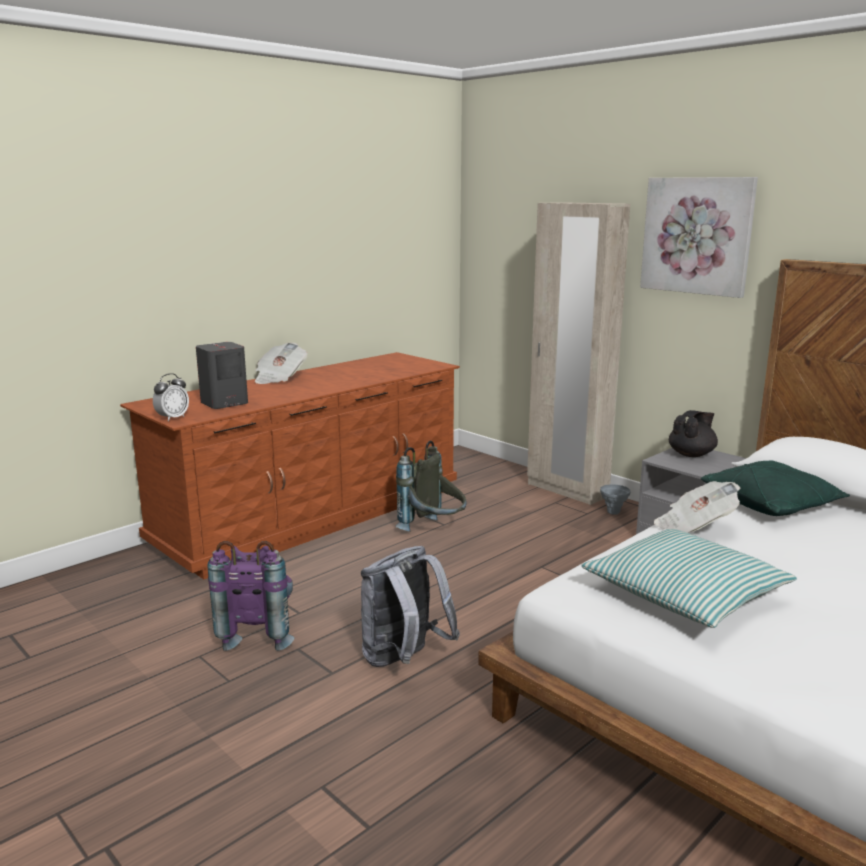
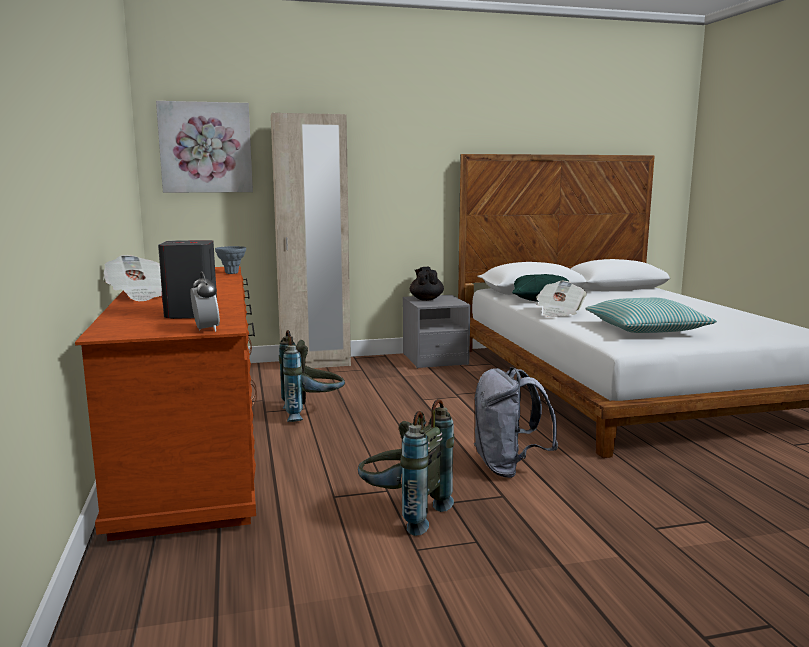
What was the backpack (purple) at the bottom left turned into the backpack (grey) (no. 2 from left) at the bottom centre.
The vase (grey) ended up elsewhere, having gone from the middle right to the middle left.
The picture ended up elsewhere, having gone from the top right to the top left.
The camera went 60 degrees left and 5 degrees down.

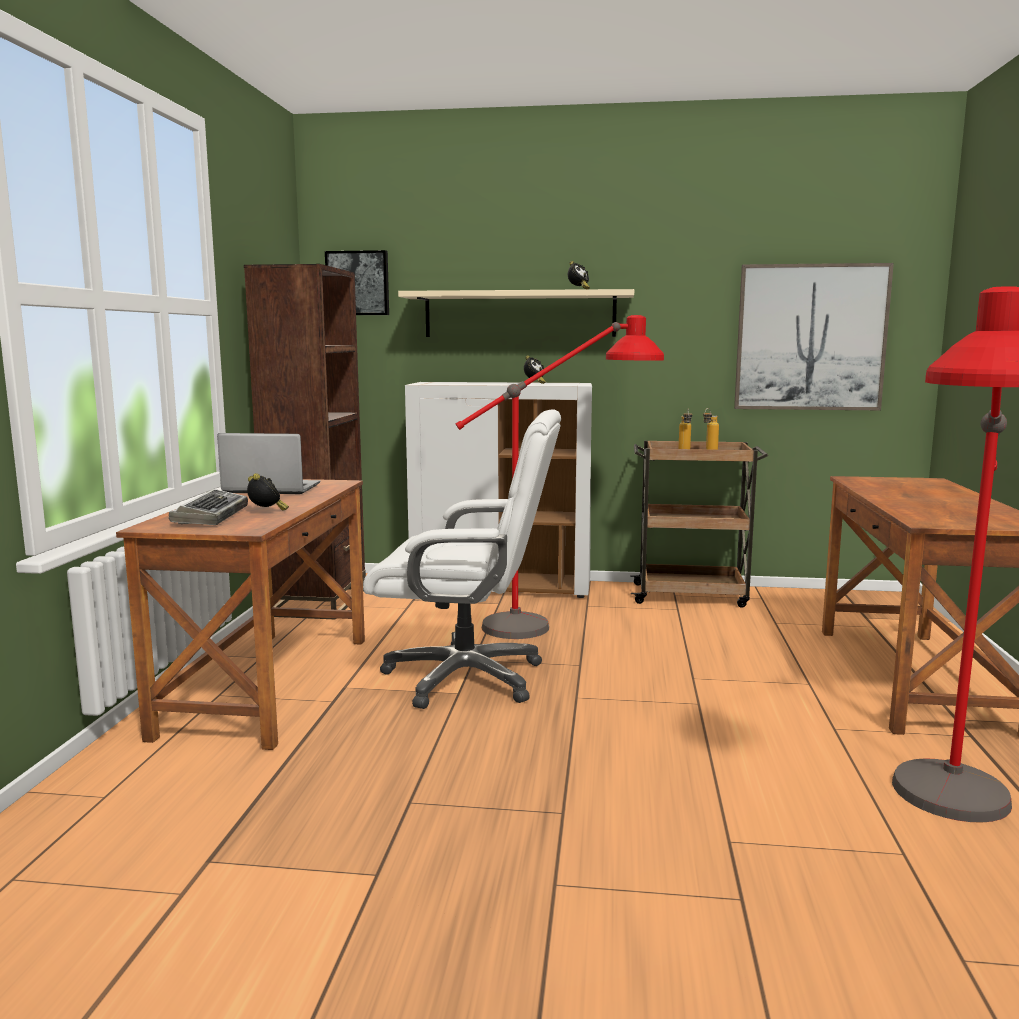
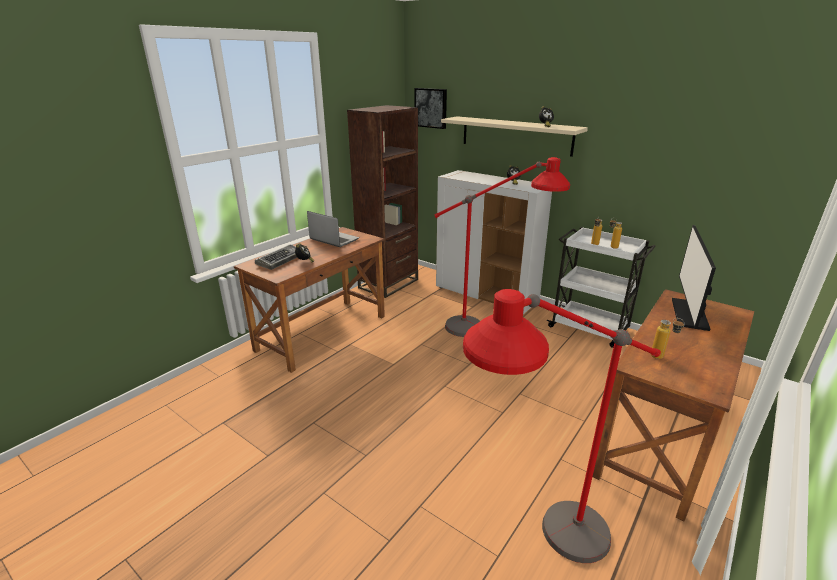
The second view lost the office chair (white) at the centre.
What was the cart (brown) at the middle right turned into the cart (white) at the middle right.
The second view lost the picture (no. 2 from left) at the top right.
The second view gained the bottle (no. 3 from left) at the middle right.
The second view gained the monitor at the middle right.
The camera went 30 degrees right and 15 degrees up.

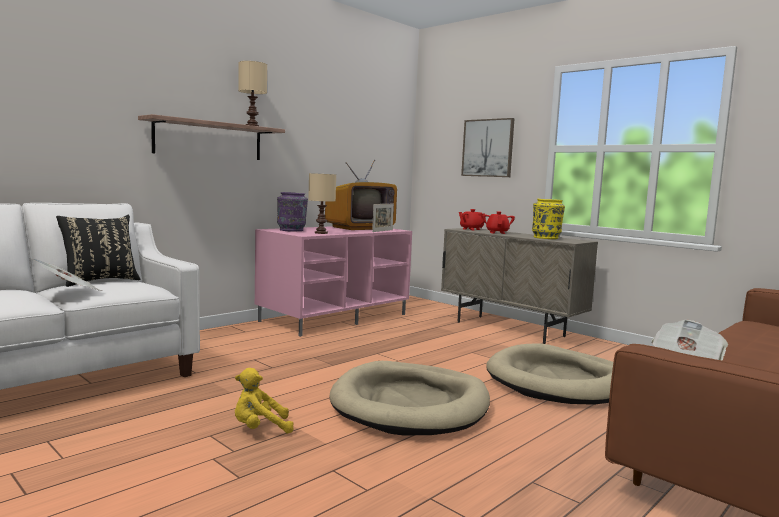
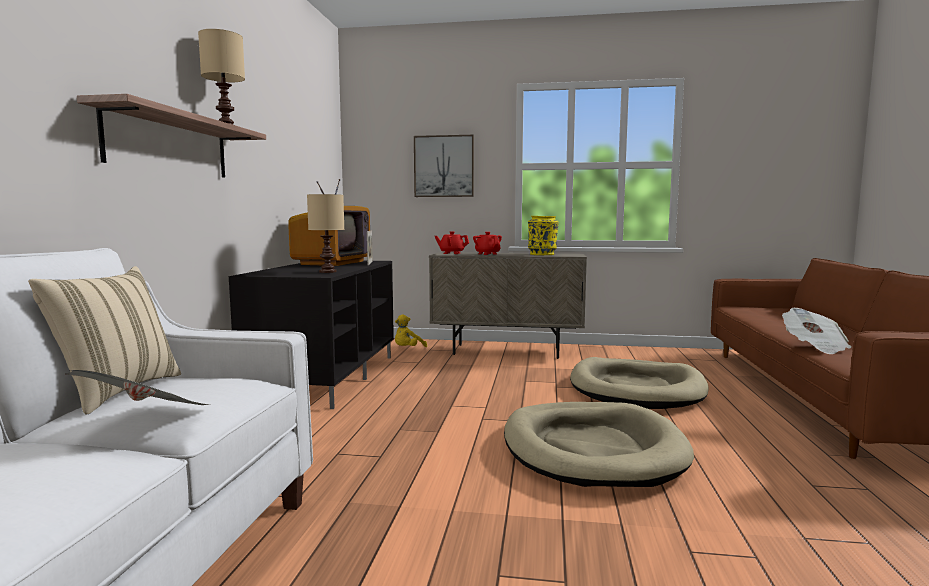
What was the pillow (black) at the middle left turned into the pillow (beige) at the middle left.
The plush toy (yellow) ended up elsewhere, having gone from the bottom centre to the centre.
What was the tv stand (pink) at the centre turned into the tv stand (black) at the centre.
The second view lost the vase (purple) at the centre.
The camera went 35 degrees left and 0 degrees up.

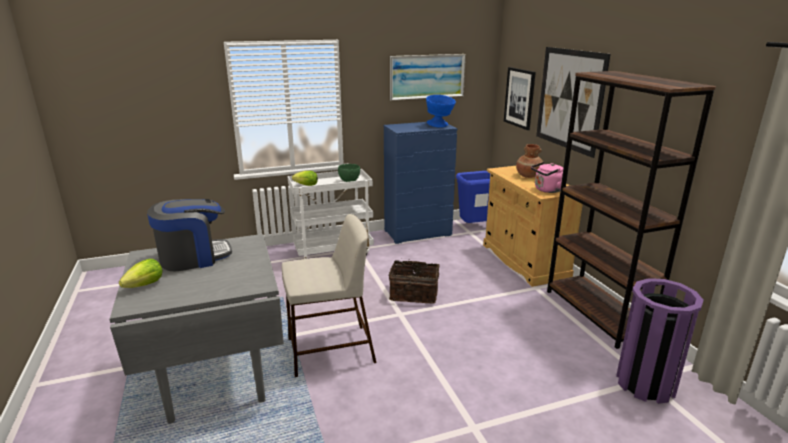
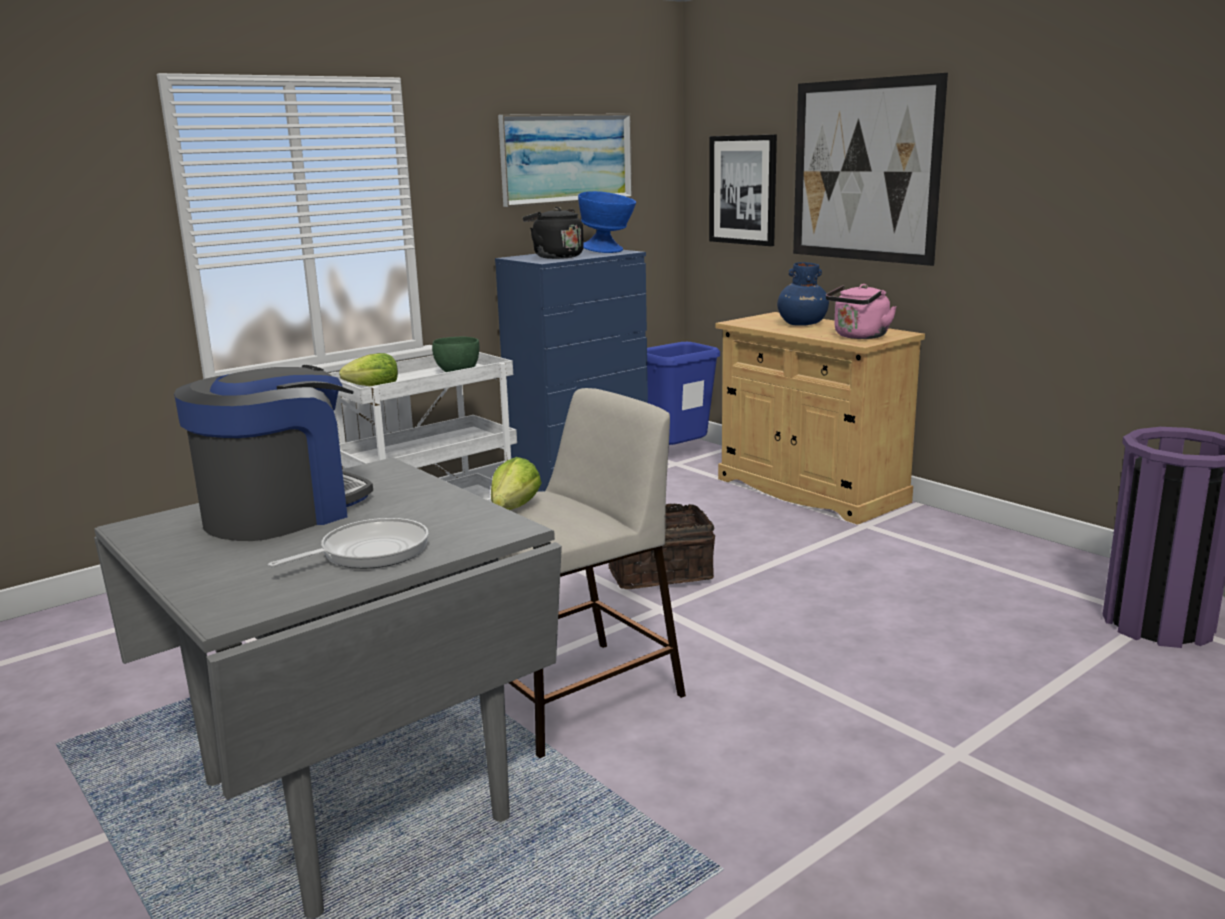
The lettuce (no. 1 from left in the first image) ended up elsewhere, having gone from the middle left to the centre.
What was the vase (brown) at the middle right turned into the vase (blue) at the top centre.
The second view lost the bookcase (brown) at the middle right.
The second view gained the frying pan at the middle left.
The second view gained the kettle (black) at the top centre.
The camera went 20 degrees left and 5 degrees down.

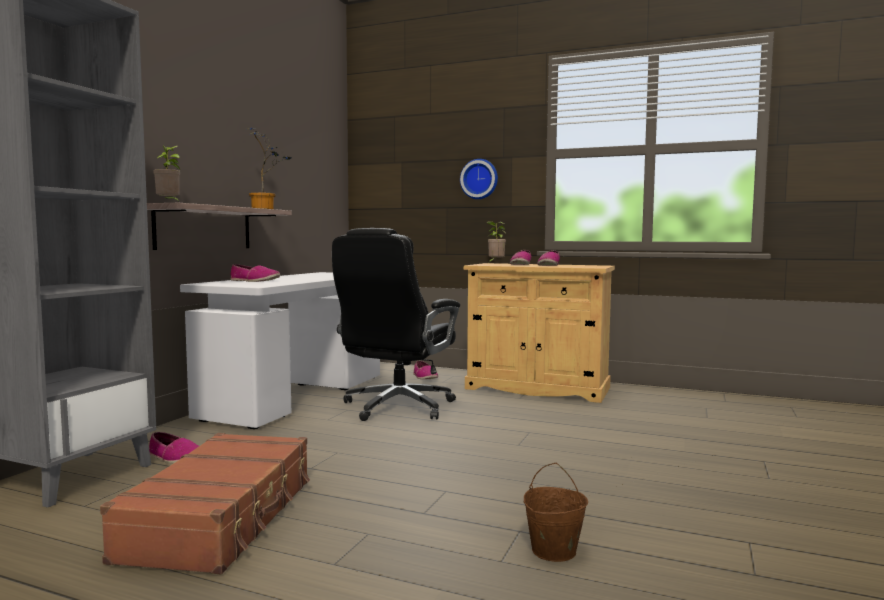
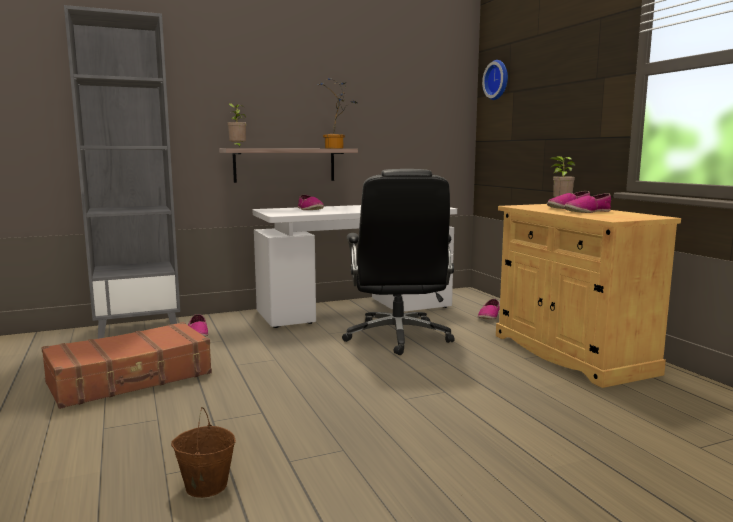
The office chair (black) at the centre ended up facing another way, 75 degrees counterclockwise from before.
The wall clock ended up elsewhere, having gone from the top centre to the top right.
The camera went 45 degrees right and 5 degrees up.

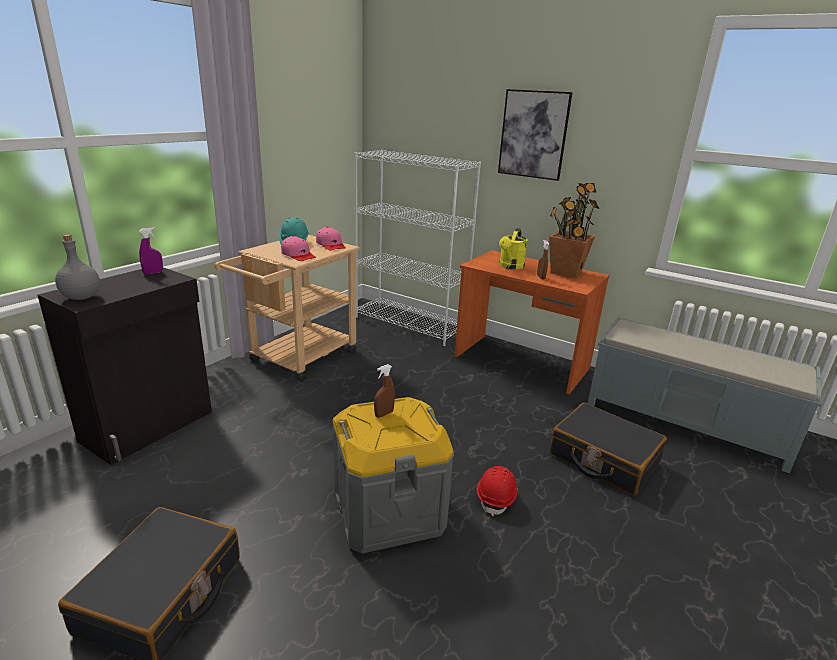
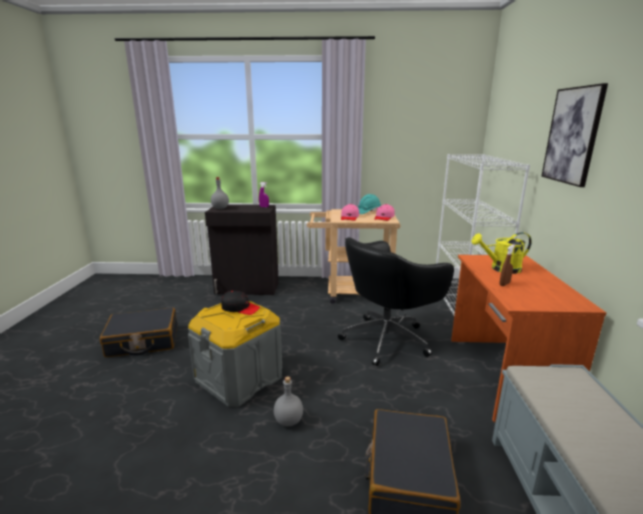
Where the spray bottle (brown) (no. 1 from left) stood at the centre, the cap (black) came to stand at the centre.
Where the hard hat (red) stood at the bottom centre, the bottle (grey) (no. 2 from left) came to stand at the bottom centre.
The second view lost the potted plant at the middle right.
The second view gained the office chair (black) at the centre.
The camera went 60 degrees right and 5 degrees down.

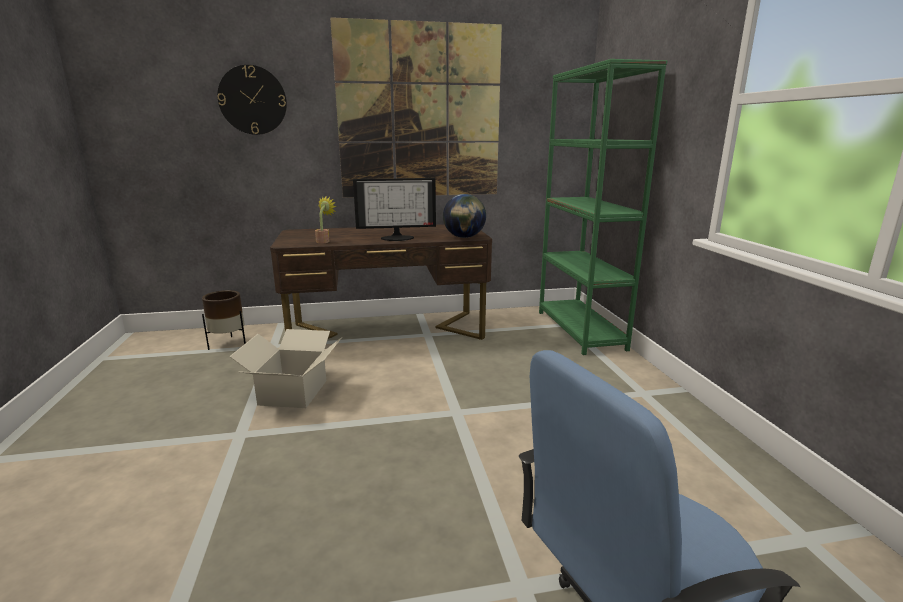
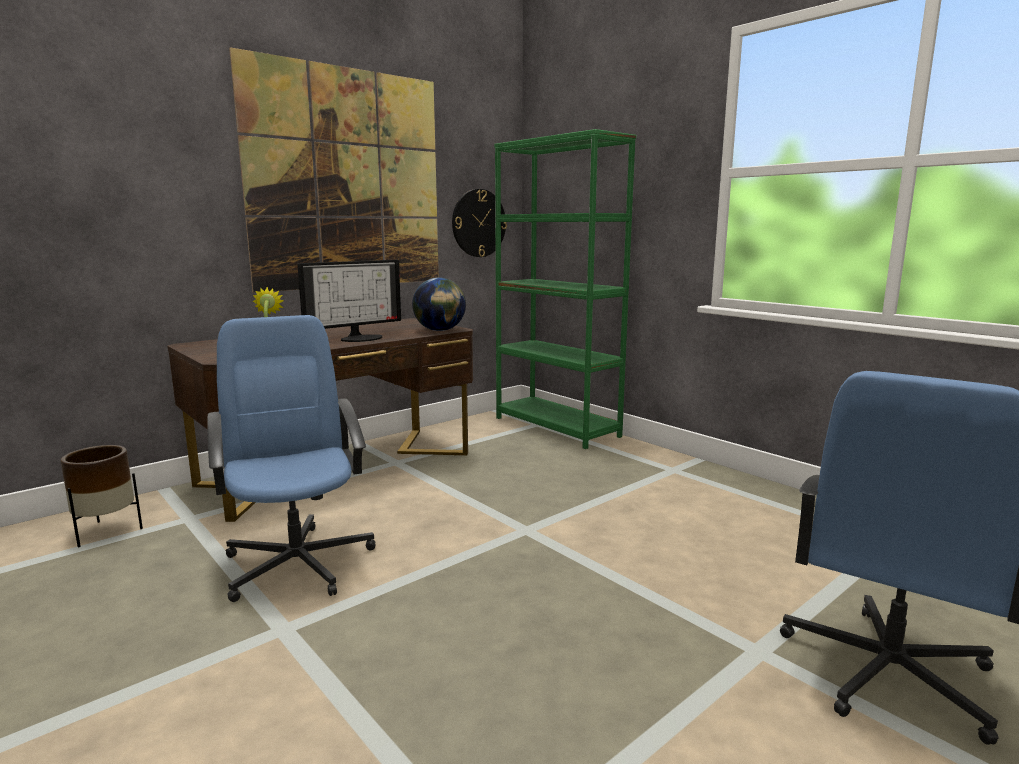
The wall clock ended up elsewhere, having gone from the top left to the top centre.
Where the cardboard box stood at the middle left, the office chair (blue) (no. 1 from left) came to stand at the middle left.
The camera went 30 degrees left and 5 degrees down.

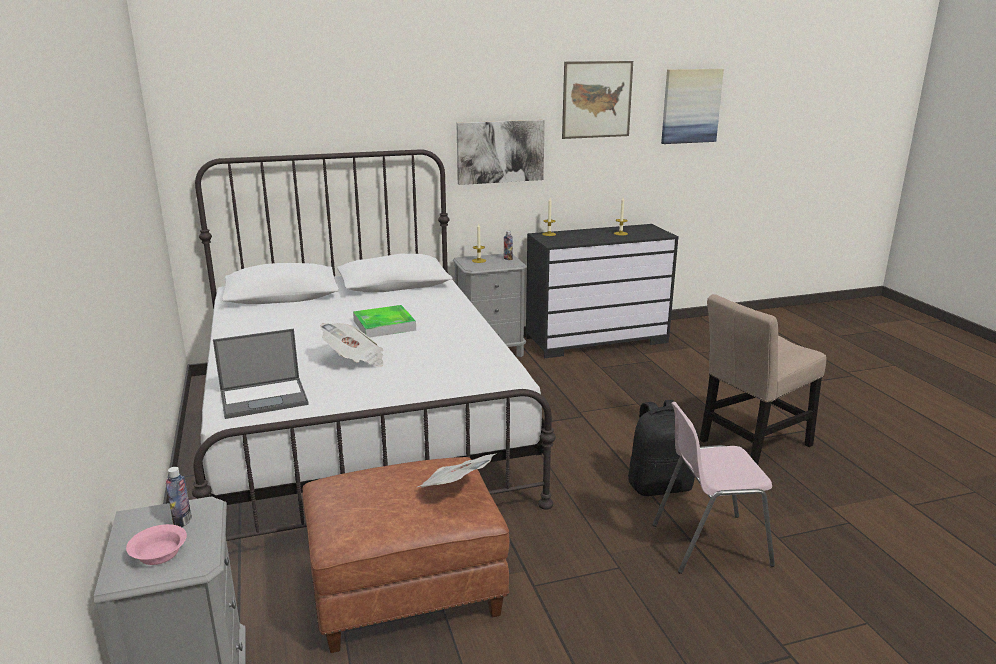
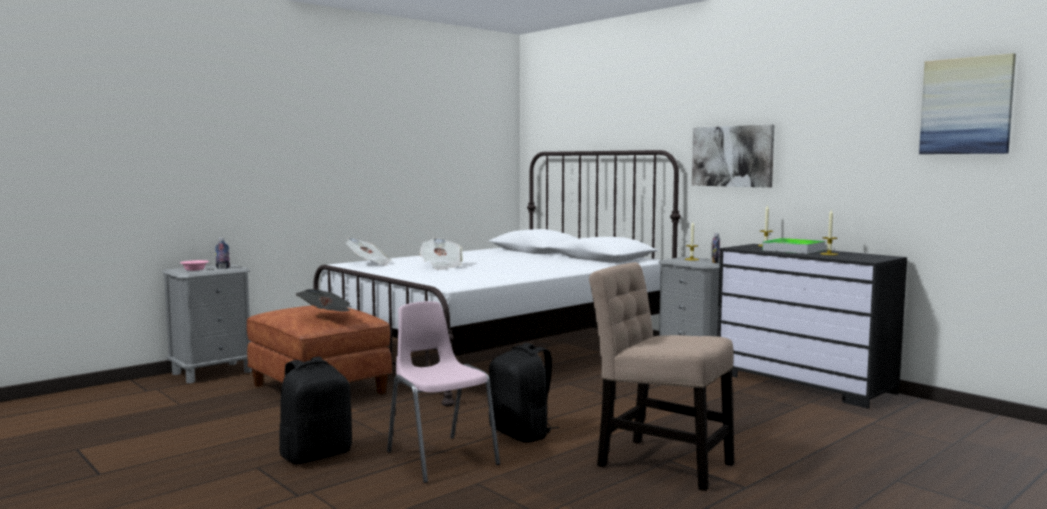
Where the laptop stood at the middle left, the newspaper (no. 2 from left) came to stand at the centre.
The tray ended up elsewhere, having gone from the centre to the middle right.
The second view lost the picture (no. 2 from left) at the top centre.
The second view gained the backpack (black) (no. 1 from left) at the bottom left.
The camera went 65 degrees right and 15 degrees down.

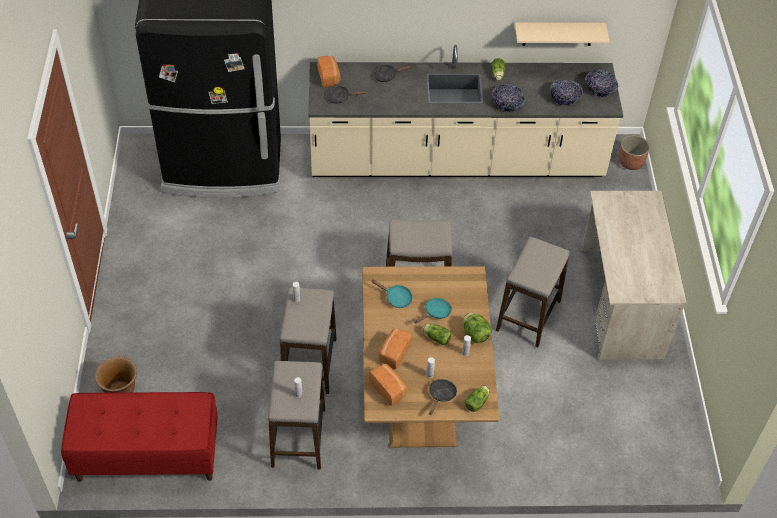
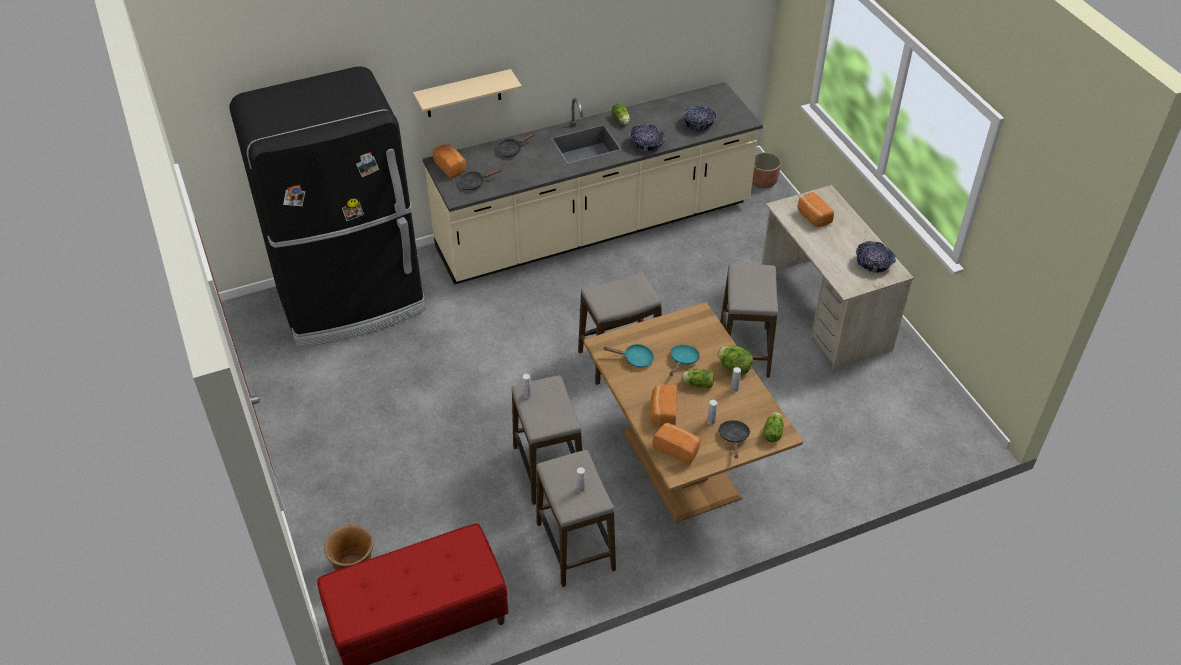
The shelf (beige) ended up elsewhere, having gone from the top right to the top centre.
The bowl (no. 3 from left) ended up elsewhere, having gone from the top right to the middle right.
The second view gained the bread (no. 4 from left) at the top right.
The camera went 20 degrees left and 5 degrees down.

